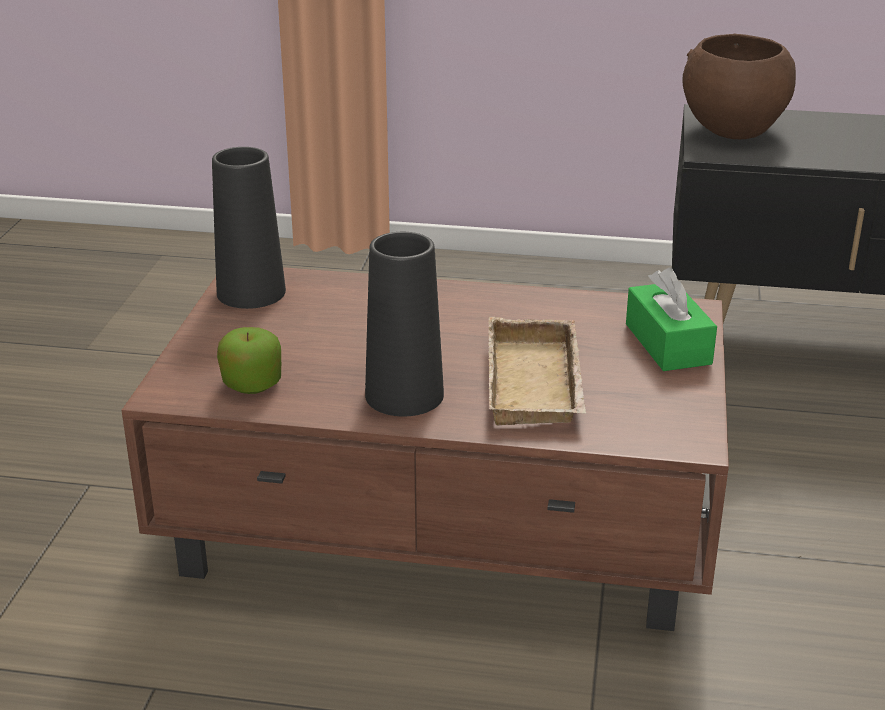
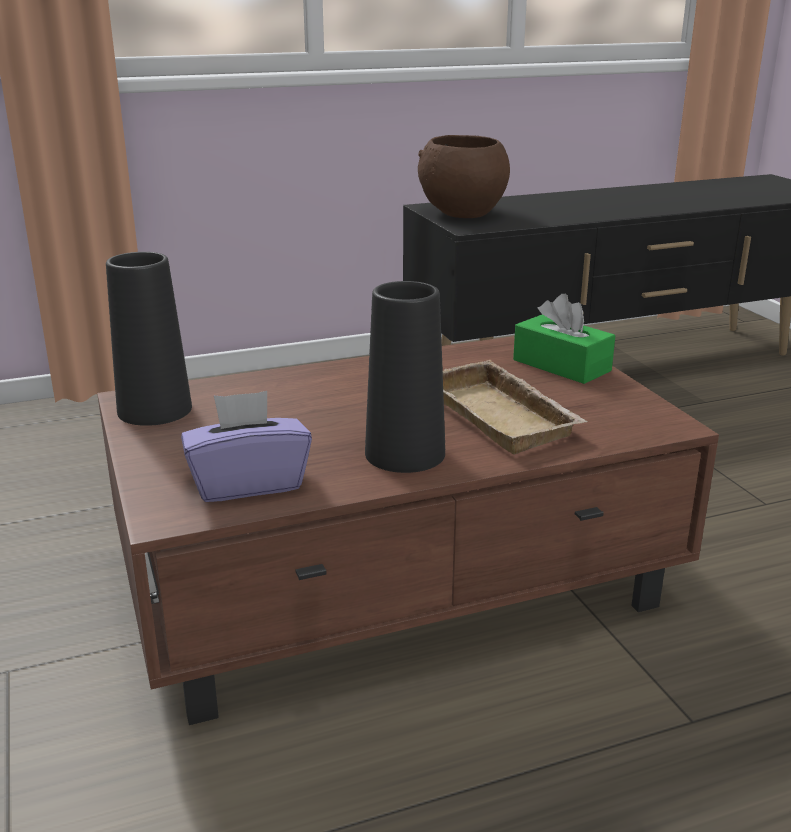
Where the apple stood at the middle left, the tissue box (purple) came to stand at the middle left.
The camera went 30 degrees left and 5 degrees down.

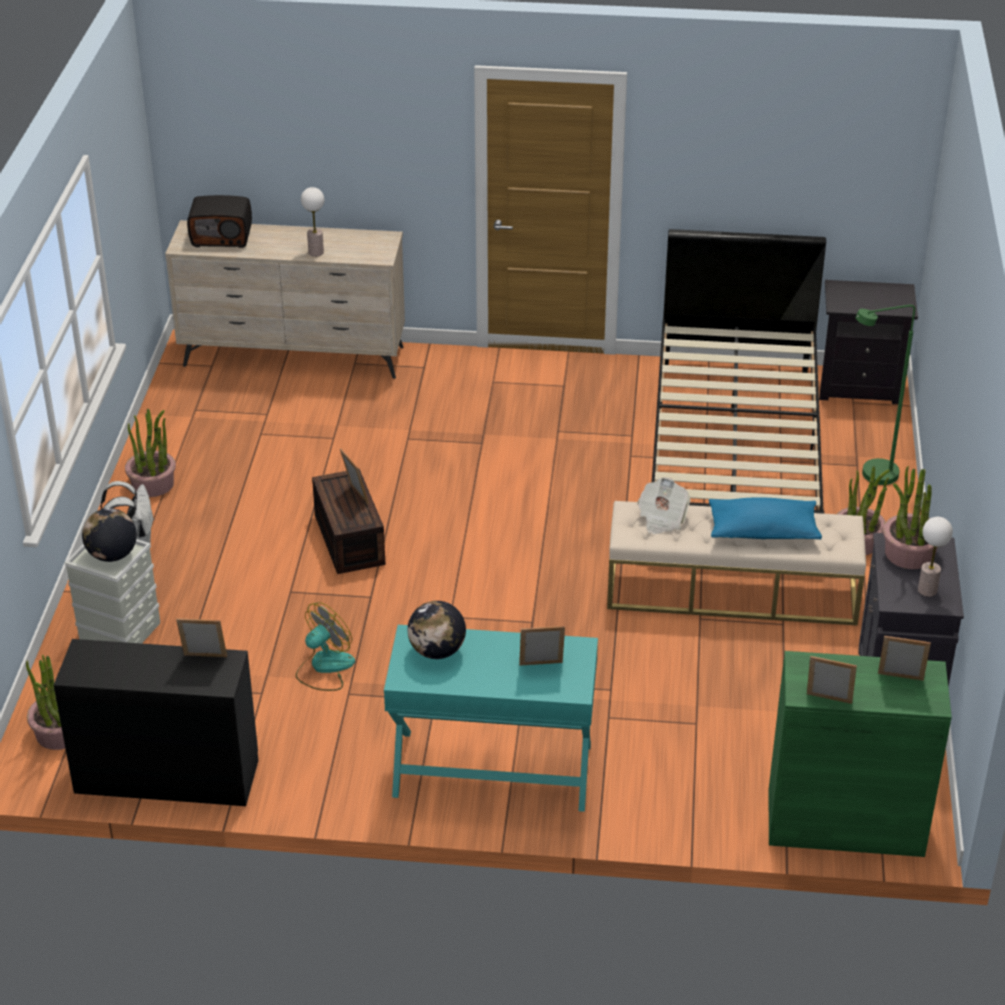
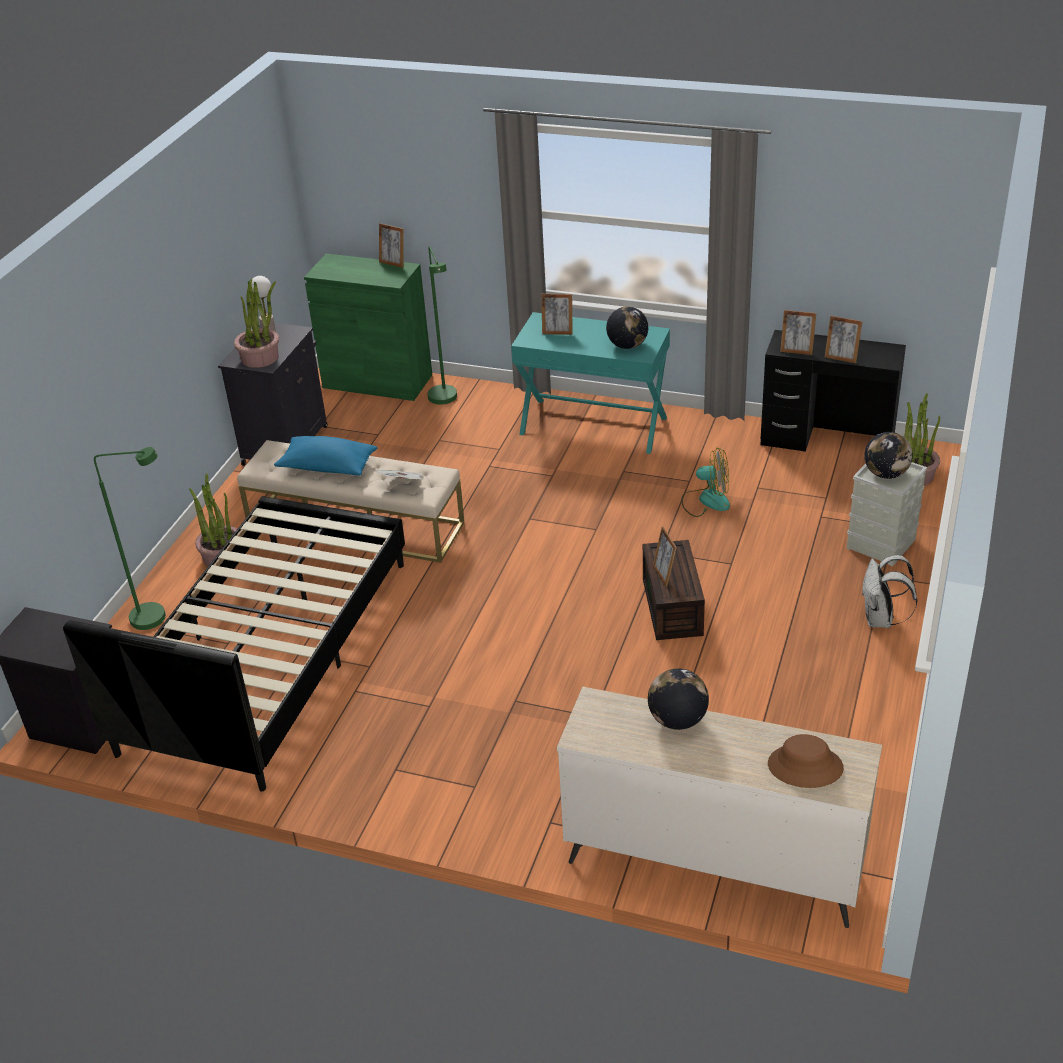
The second view lost the potted plant (no. 2 from left) at the middle left.
Where the radio stood at the top left, the hat (brown) came to stand at the bottom right.
The fan at the middle left ended up facing another way, 135 degrees counterclockwise from before.
Where the table lamp (no. 1 from left) stood at the top left, the globe (no. 2 from left) came to stand at the centre.
The picture frame (no. 5 from left) ended up elsewhere, having gone from the middle right to the top right.
The second view gained the floor lamp (green) (no. 2 from left) at the top centre.
The camera went 165 degrees left and 0 degrees up.

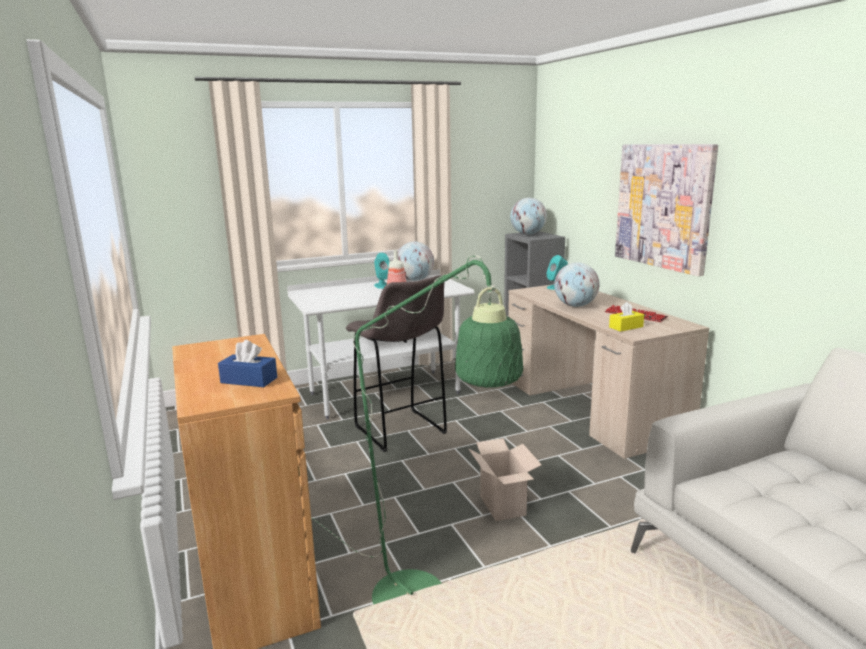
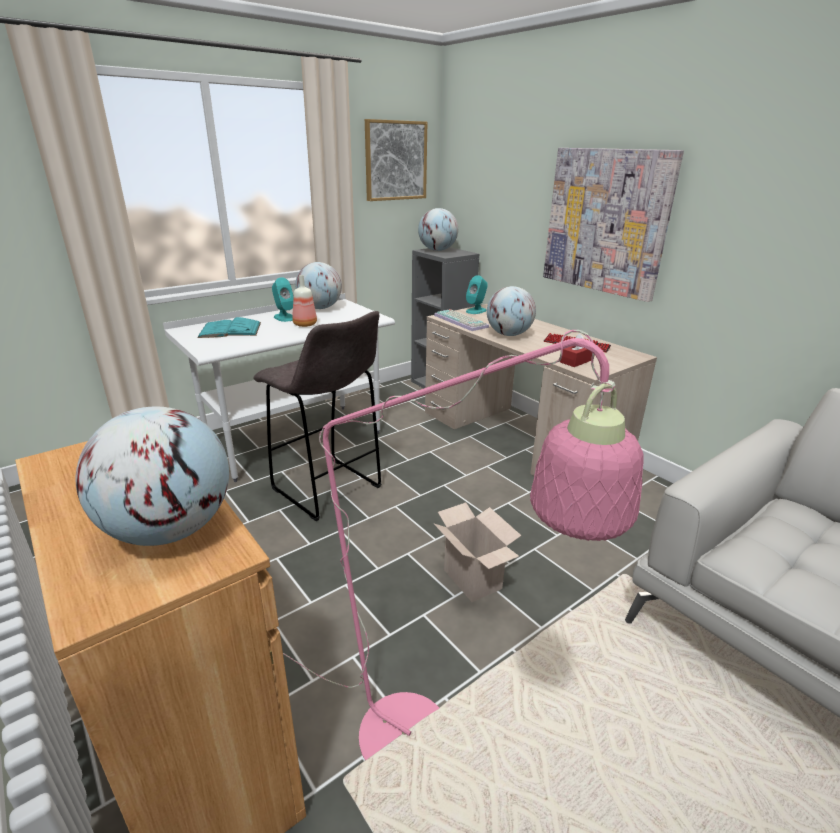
Where the tissue box (blue) stood at the middle left, the globe (no. 1 from left) came to stand at the middle left.
What was the floor lamp (green) at the centre turned into the floor lamp (pink) at the centre.
What was the tissue box (yellow) at the middle right turned into the tissue box (red) at the middle right.
The second view gained the book (turquoise) at the middle left.
The second view gained the picture (no. 1 from left) at the top centre.
The second view gained the keyboard (no. 1 from left) at the centre.
The camera went 15 degrees left and 10 degrees up.

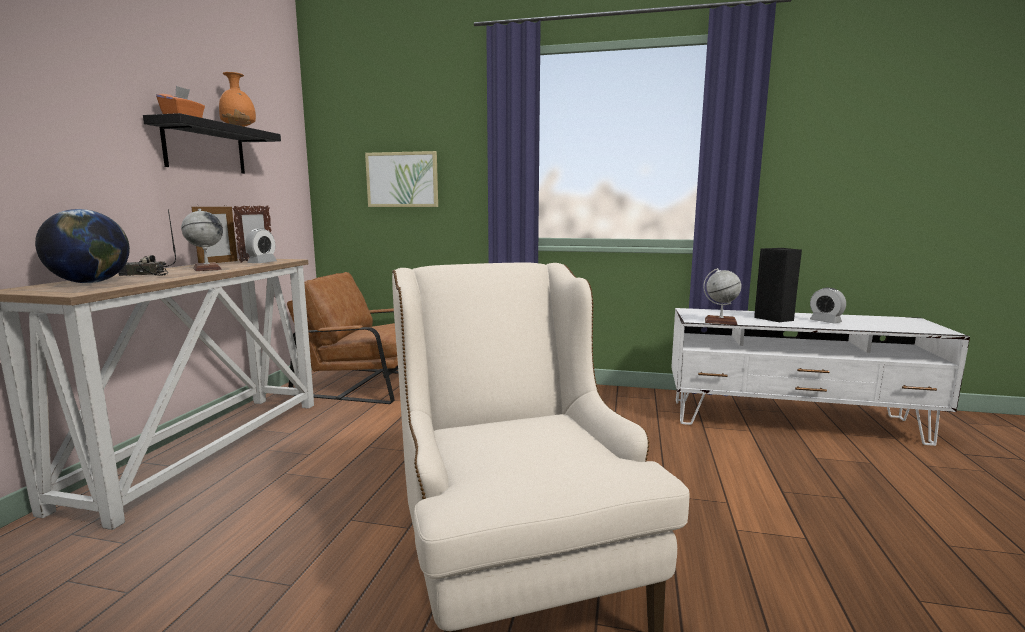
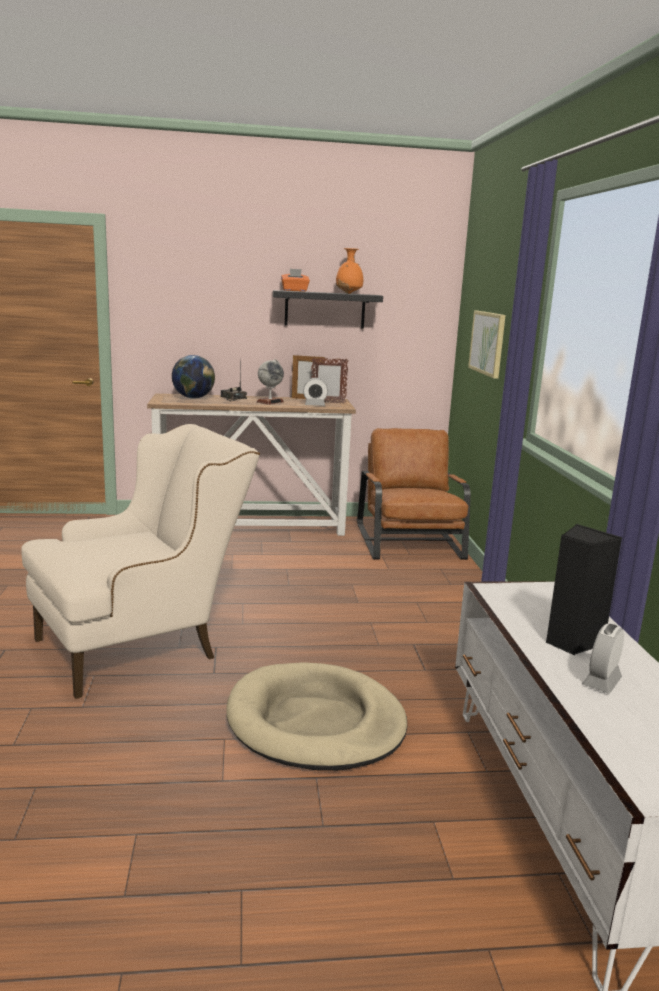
The second view lost the globe (no. 3 from left) at the middle right.
The second view gained the dog bed (beige) at the bottom centre.
The camera went 70 degrees right and 5 degrees up.

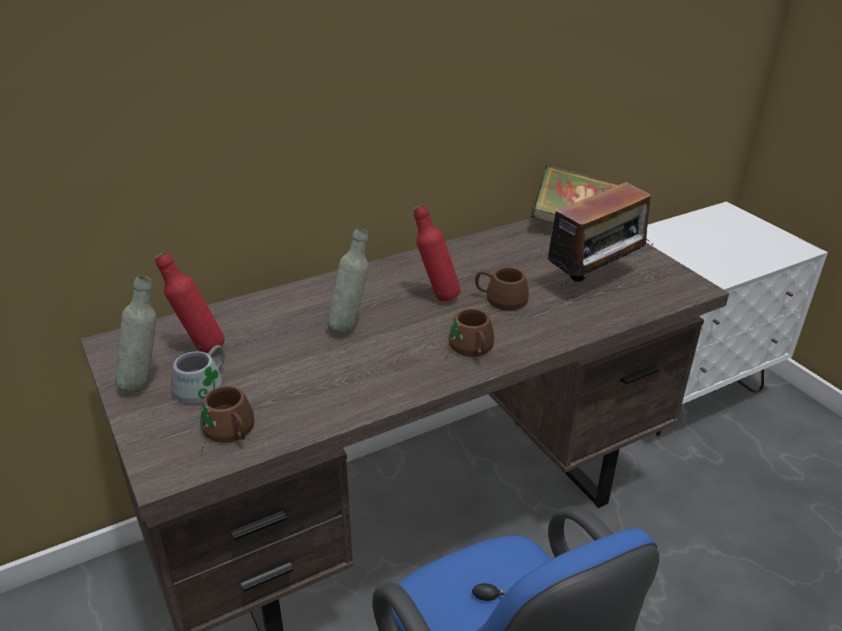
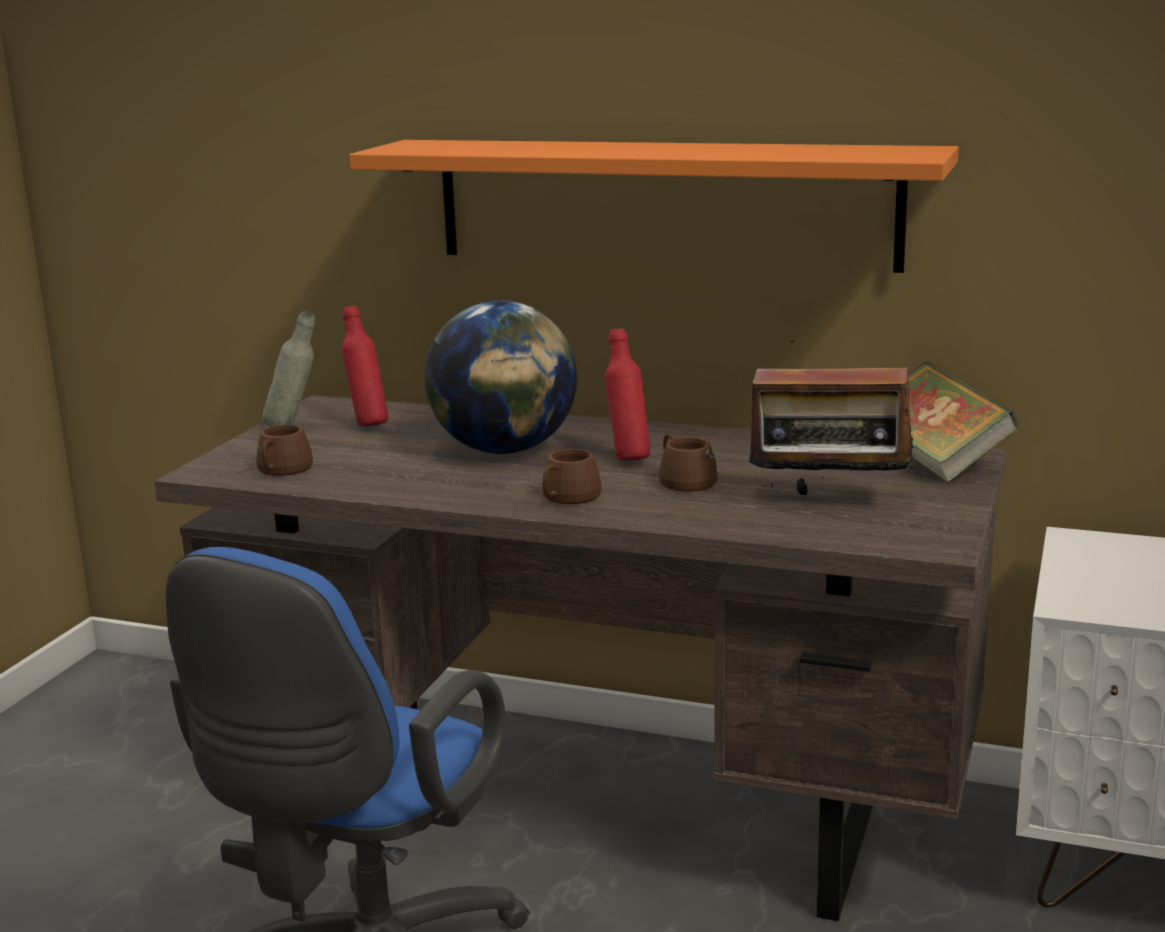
The second view lost the mug (grey) at the middle left.
Where the bottle (grey) (no. 2 from left) stood at the centre, the globe came to stand at the centre.
The second view gained the shelf (orange) at the top centre.
The camera went 50 degrees right and 15 degrees down.

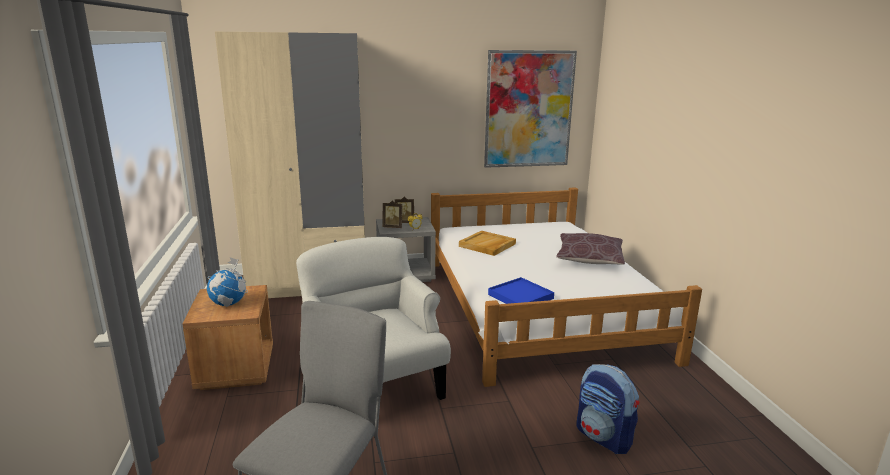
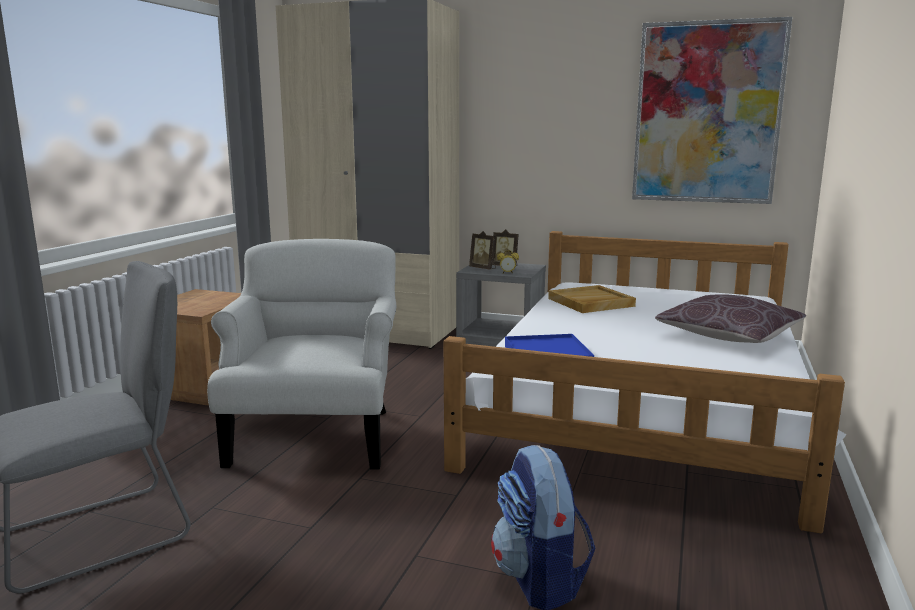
The second view lost the globe at the middle left.
The camera went 30 degrees right and 5 degrees down.

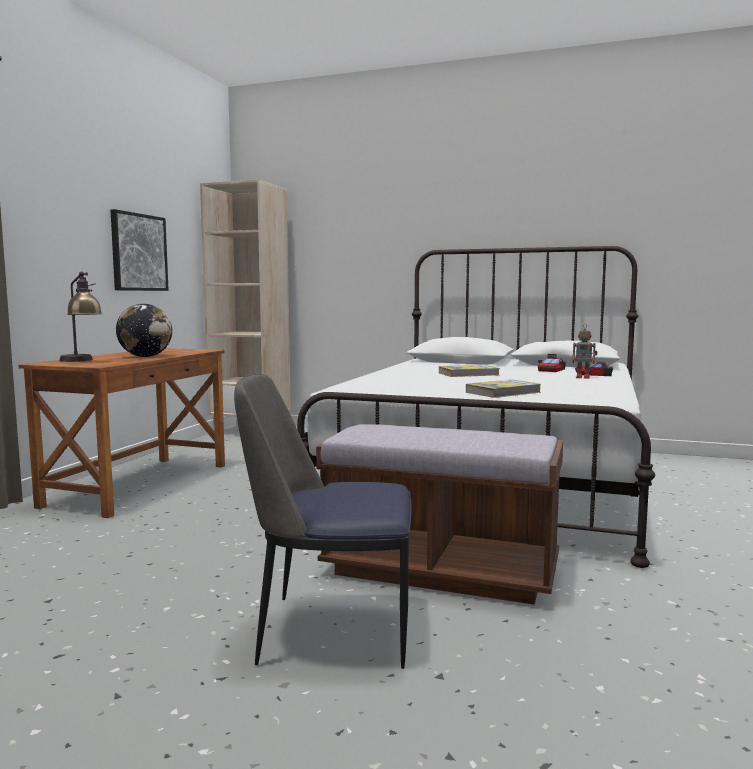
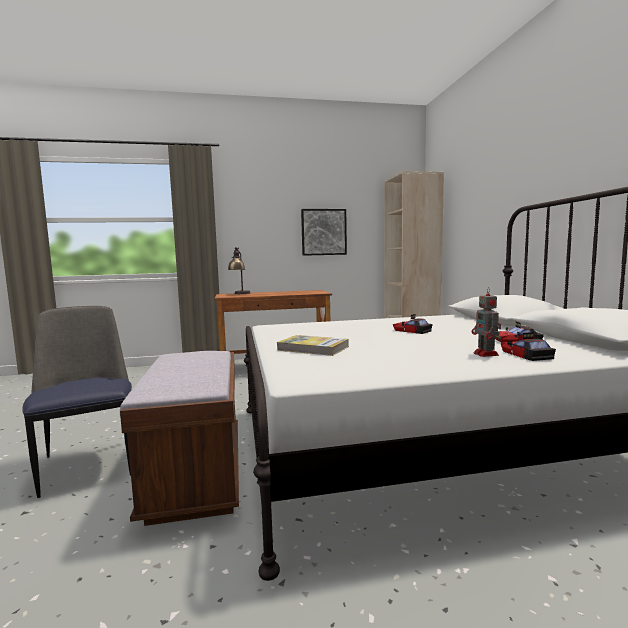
The second view lost the globe at the middle left.
Where the book (no. 1 from left) stood at the centre, the toy car (no. 1 from left) came to stand at the centre.
The camera went 60 degrees right and 0 degrees up.

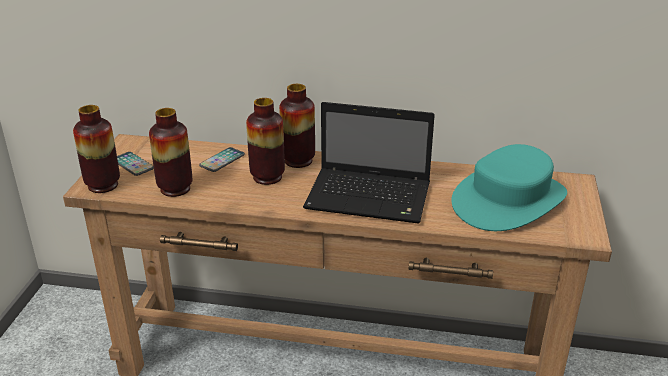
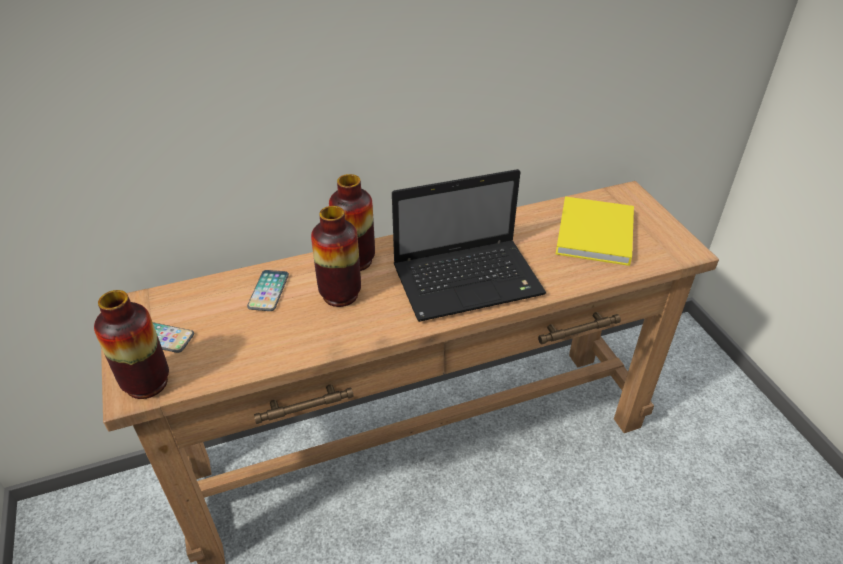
The second view lost the vase (no. 2 from left) at the middle left.
Where the hat (turquoise) stood at the middle right, the book (yellow) came to stand at the middle right.
The camera went 30 degrees left and 10 degrees up.

